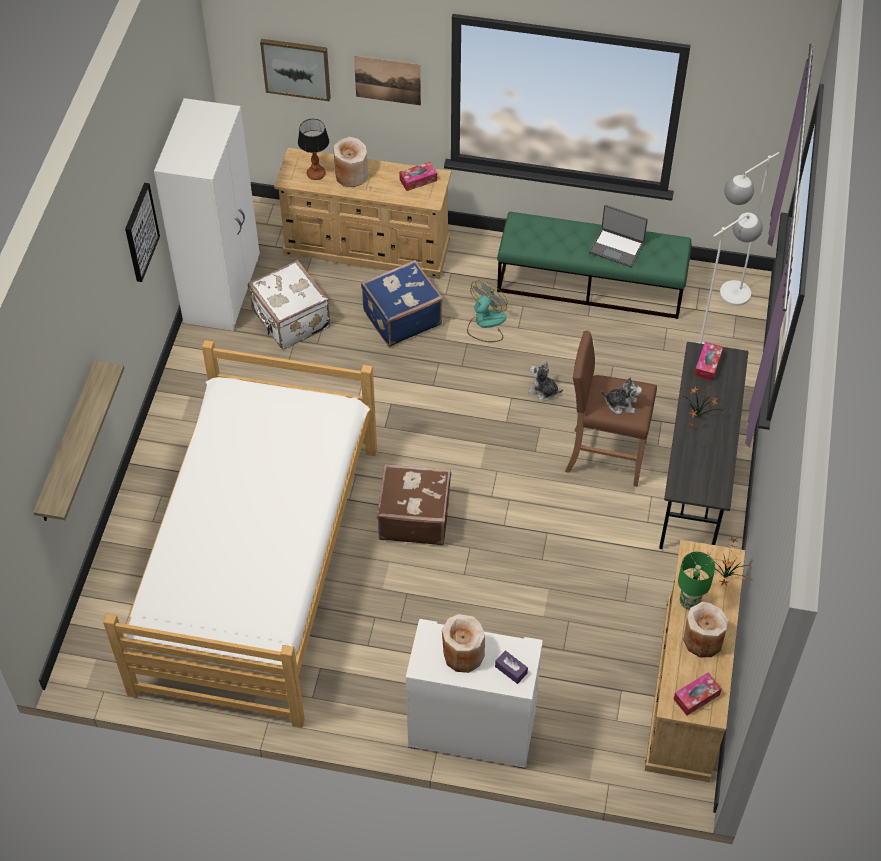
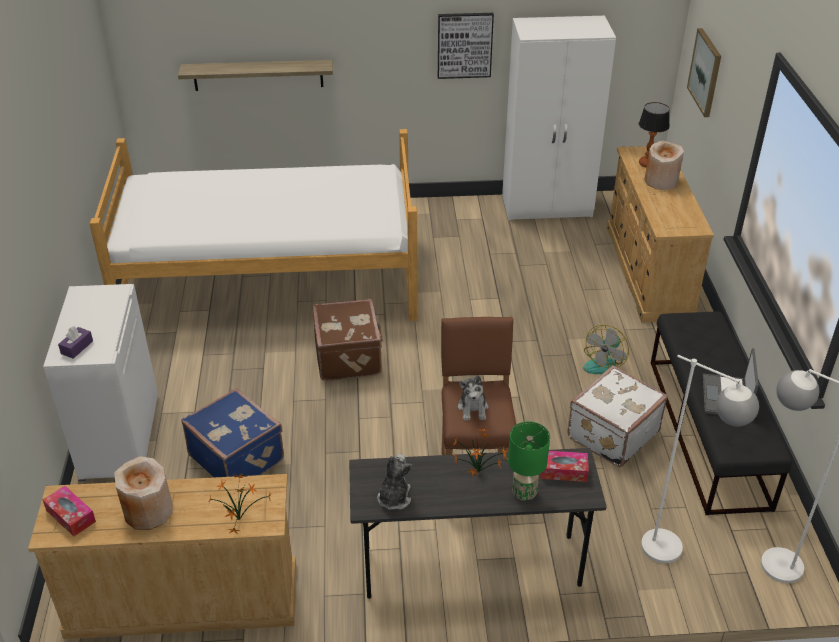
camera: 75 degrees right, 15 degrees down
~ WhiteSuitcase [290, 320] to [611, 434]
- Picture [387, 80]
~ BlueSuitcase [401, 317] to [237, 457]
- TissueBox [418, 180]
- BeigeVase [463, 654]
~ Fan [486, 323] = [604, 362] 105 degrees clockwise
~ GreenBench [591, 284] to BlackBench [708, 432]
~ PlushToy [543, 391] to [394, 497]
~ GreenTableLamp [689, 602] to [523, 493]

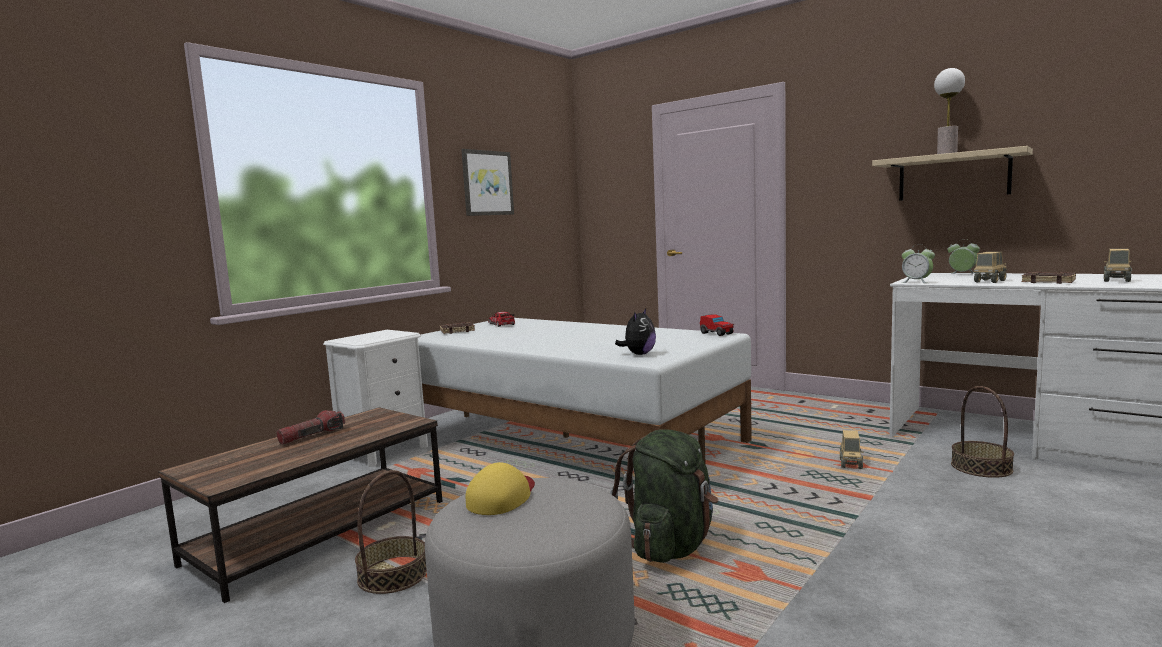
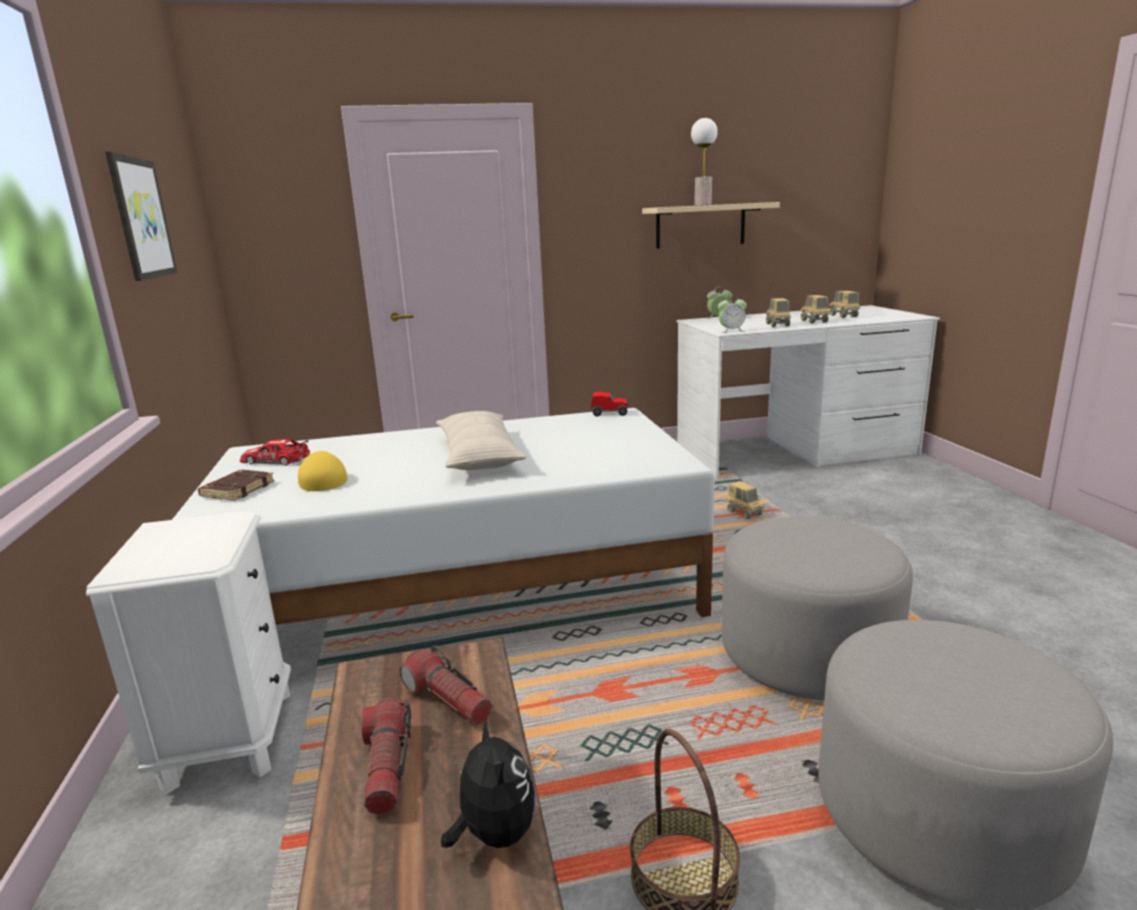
camera: 50 degrees left, 10 degrees up
~ YellowCap [502, 497] to [322, 479]
~ GreenBackpack [670, 546] to GreyOttoman [807, 653]
~ PlushToy [638, 354] to [494, 833]
- Basket [981, 467]
~ BrownBook [1049, 282] to ToyTruck [814, 321]
+ Flashlight [447, 699]
+ BeigePillow [478, 455]

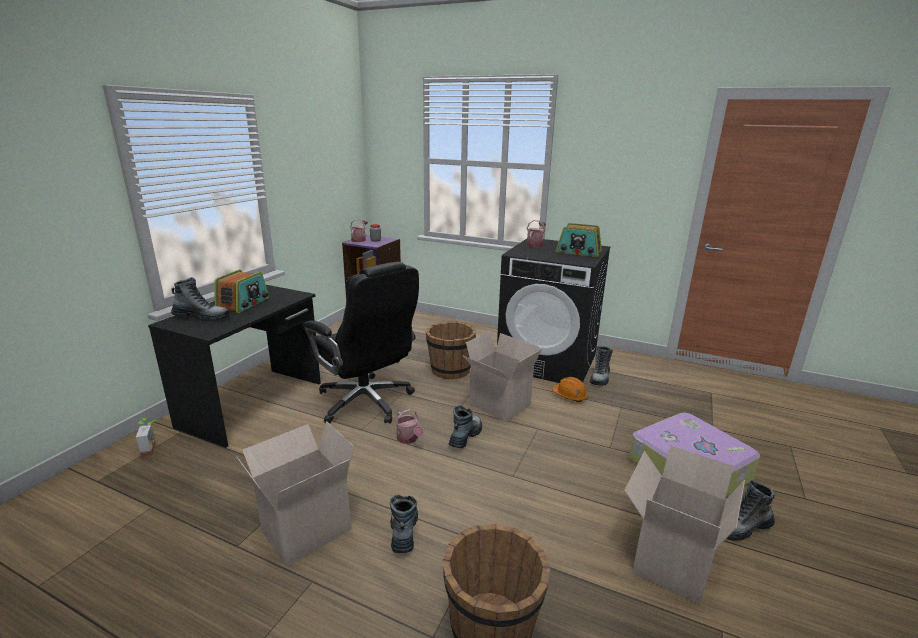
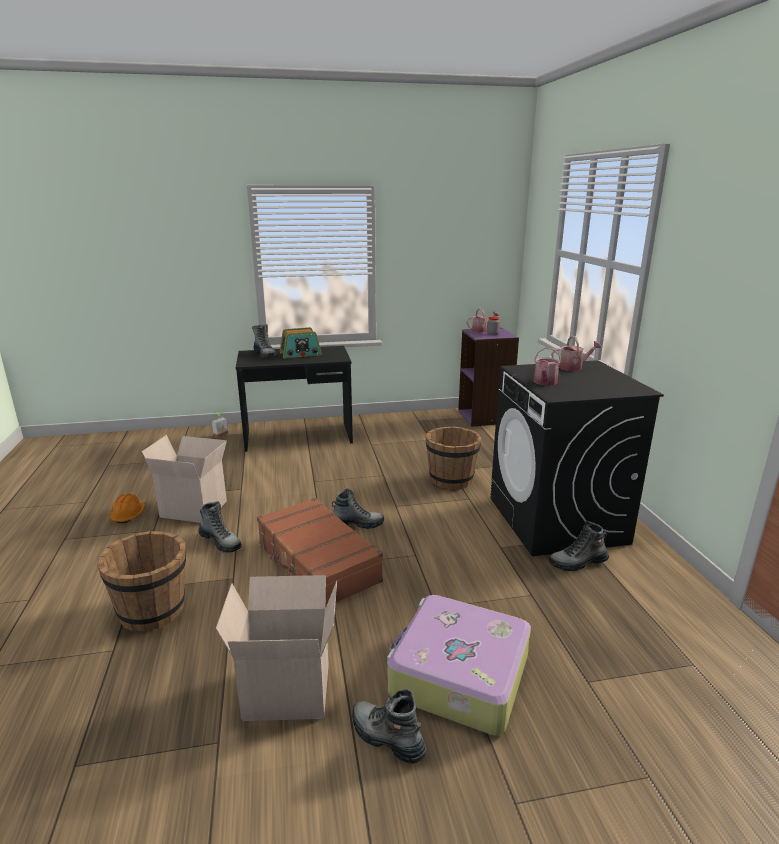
camera: 55 degrees right, 0 degrees up
- BlackOfficeChair [366, 402]
~ Boot [404, 529] = [221, 542] 75 degrees clockwise
~ WateringCan [409, 439] to [544, 383]
- CardboardBox [498, 405]
~ OrangeHardHat [569, 396] to [128, 515]
- Radio [578, 252]
+ BrownSuitcase [317, 563]

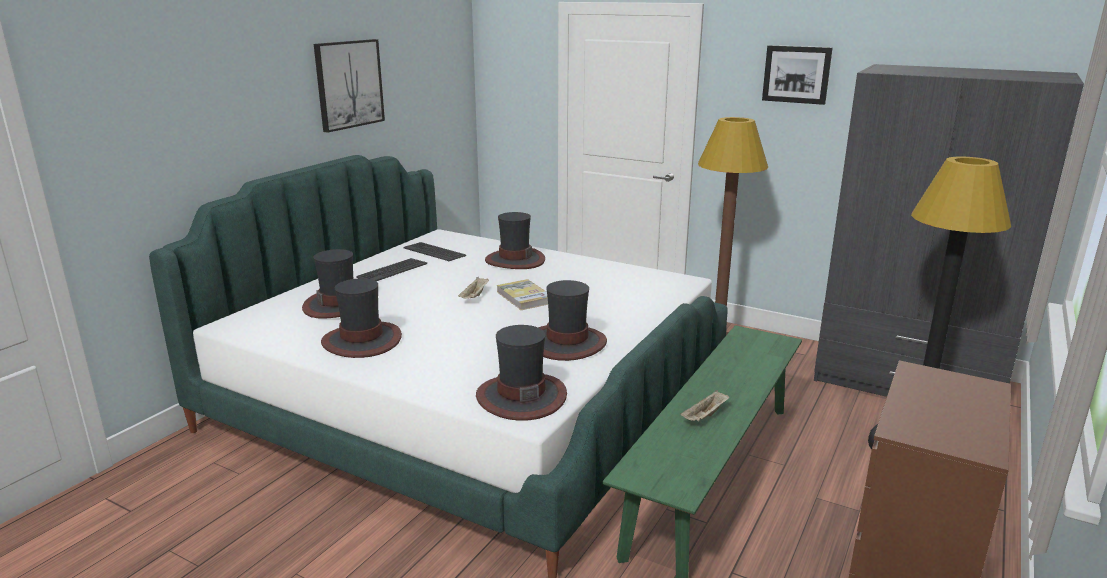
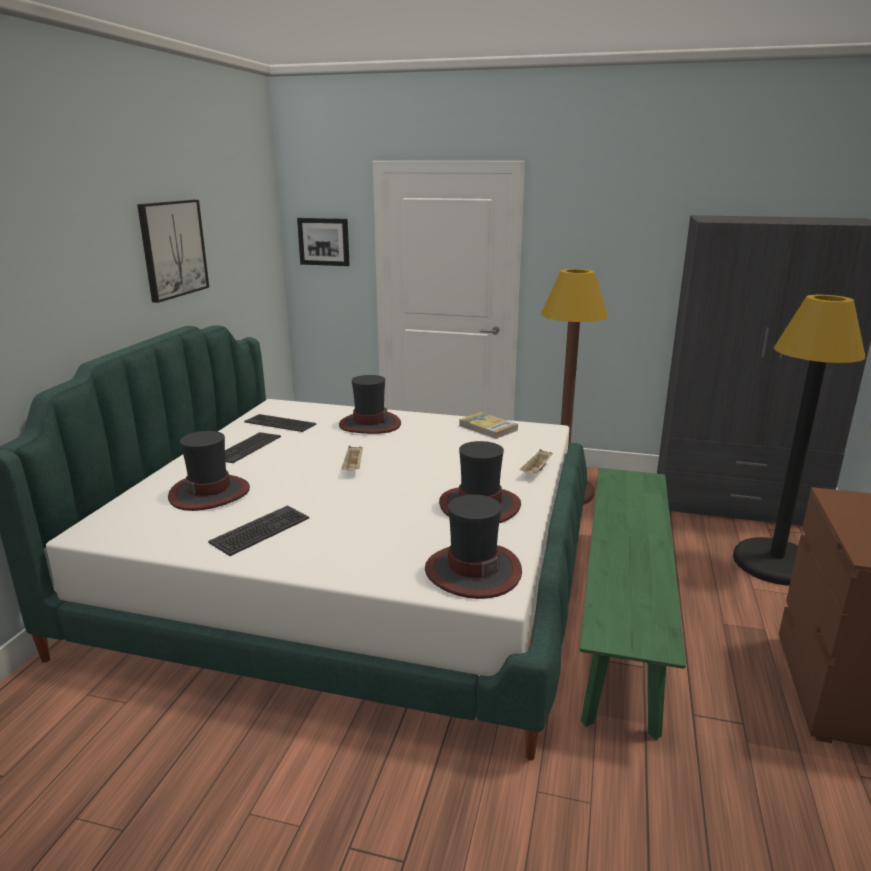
camera: 15 degrees left, 0 degrees up
~ Hat [362, 341] to Keyboard [261, 531]
~ Book [524, 297] to [488, 428]
~ BeigeTray [705, 416] to [536, 471]
~ Picture [796, 74] to [324, 241]

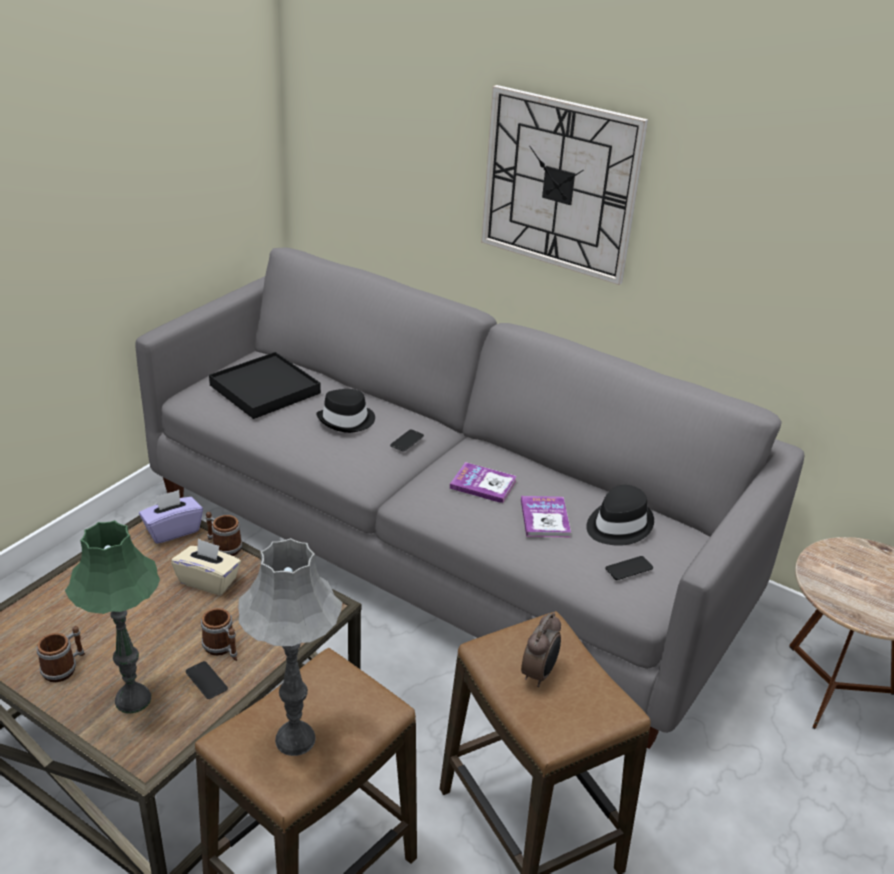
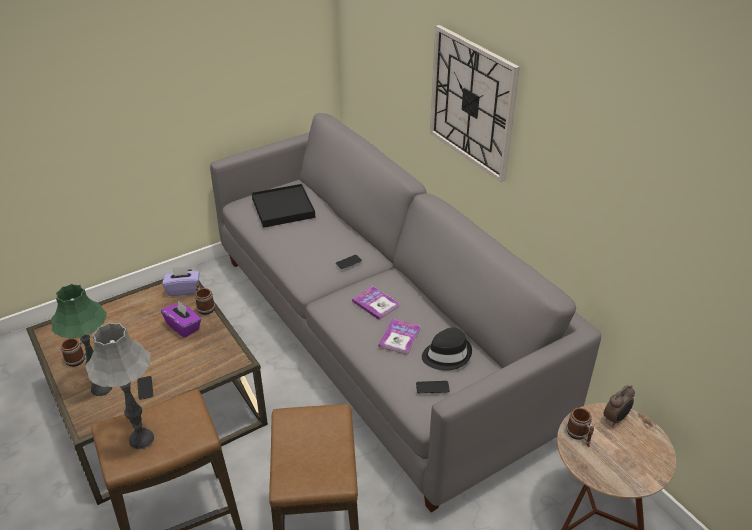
camera: 25 degrees right, 5 degrees up
~ BeigeTissueBox [208, 581] to PurpleTissueBox [183, 327]
~ Mug [222, 649] to [579, 435]
- BlackHat [347, 420]
~ AlarmClock [539, 674] to [615, 419]

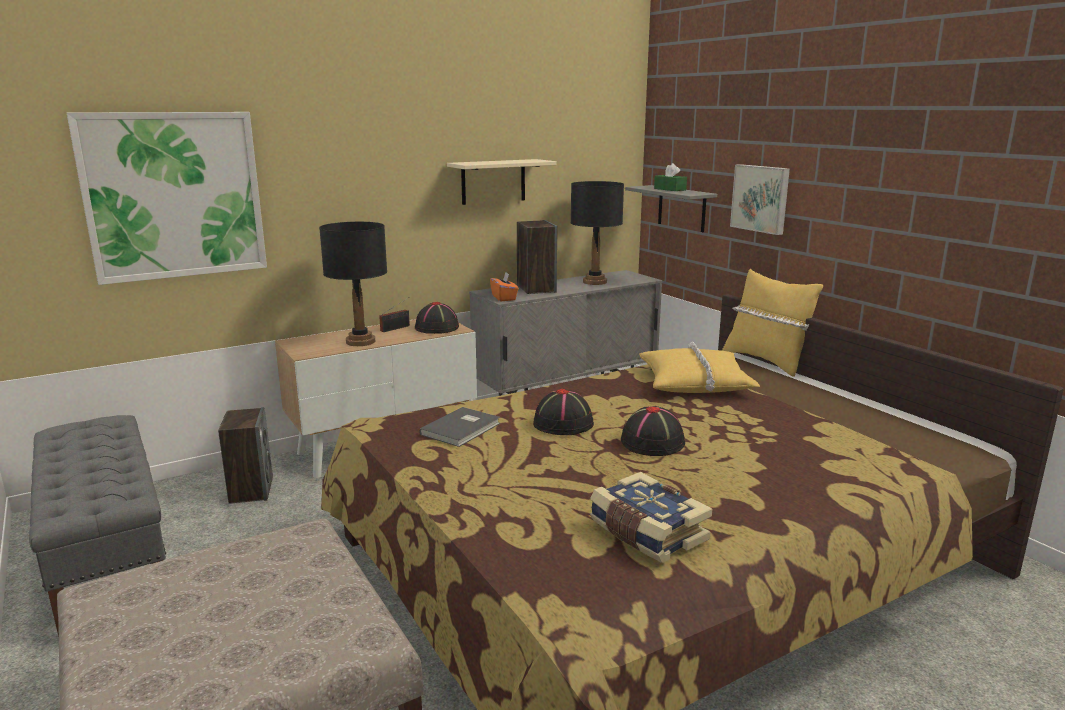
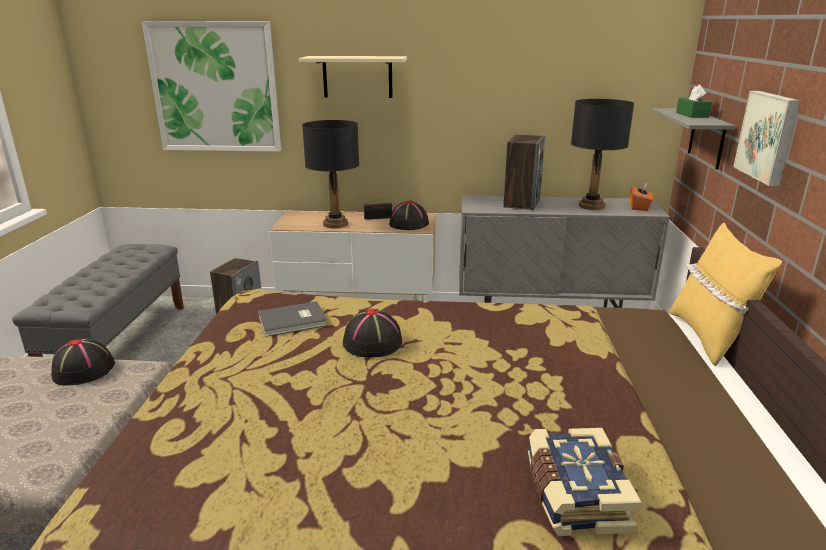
camera: 35 degrees right, 5 degrees up
~ BeigeShelf [493, 181] to [357, 77]
~ OrangeTissueBox [504, 298] to [639, 207]
~ Book [646, 533] to [574, 495]
~ BlackHat [653, 442] to [84, 370]
- YellowPillow [695, 382]

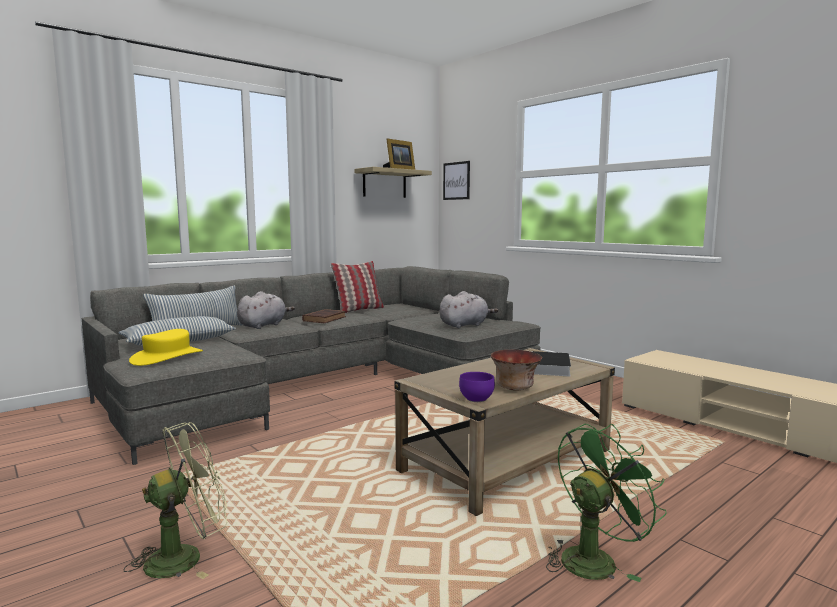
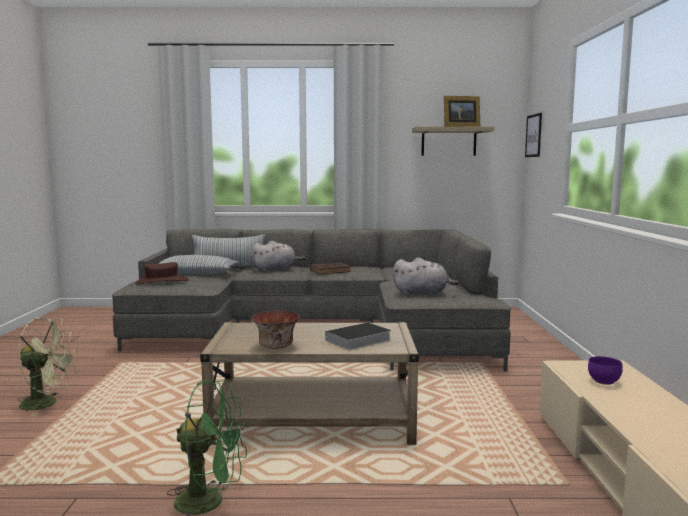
camera: 40 degrees right, 0 degrees up
~ YellowHat [167, 357] to BrownHat [162, 281]
- Pillow [358, 310]
~ PurpleBowl [477, 399] to [605, 382]

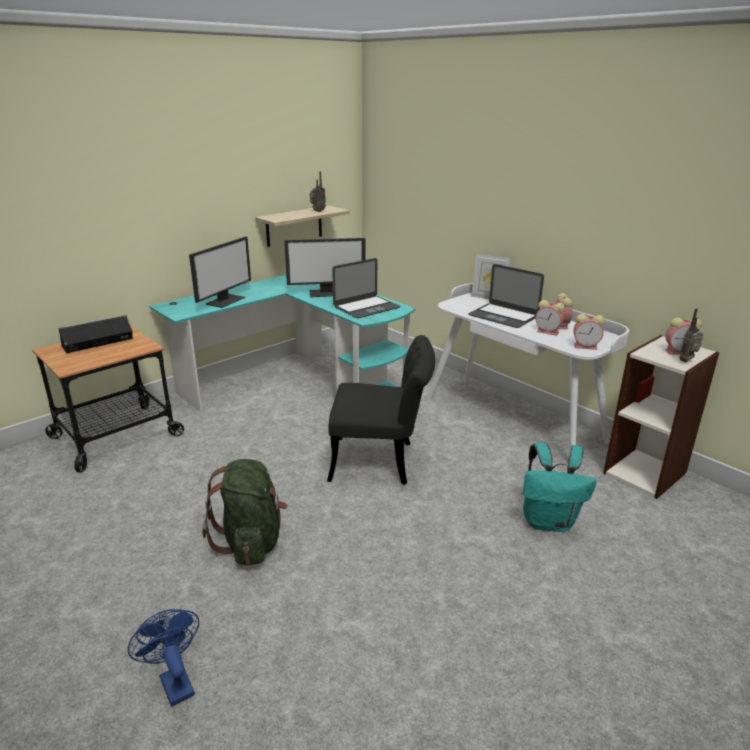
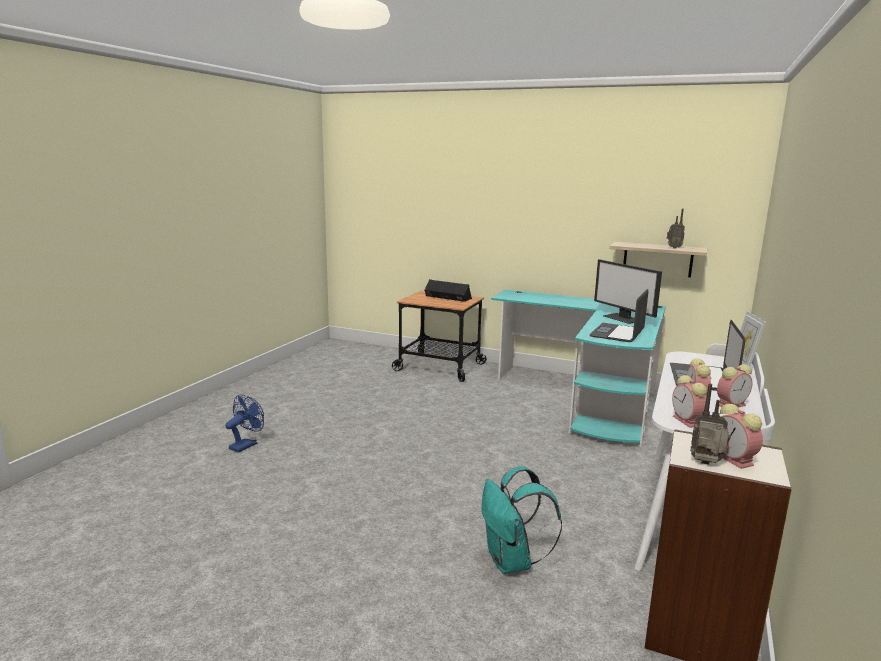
camera: 65 degrees right, 10 degrees down
- Monitor [225, 300]
- GreenBackpack [251, 542]
- BlackChair [382, 462]
~ Laptop [366, 307] = [617, 333] 90 degrees clockwise

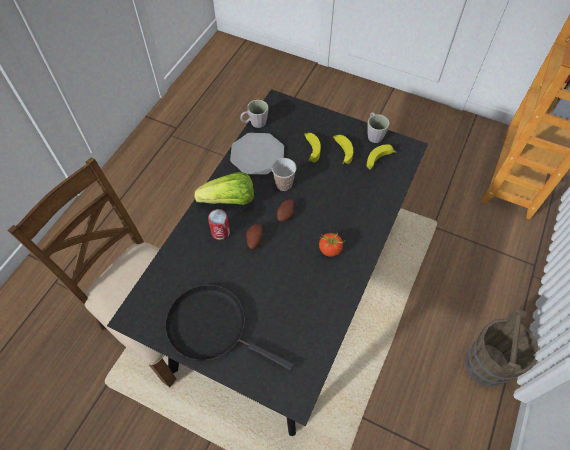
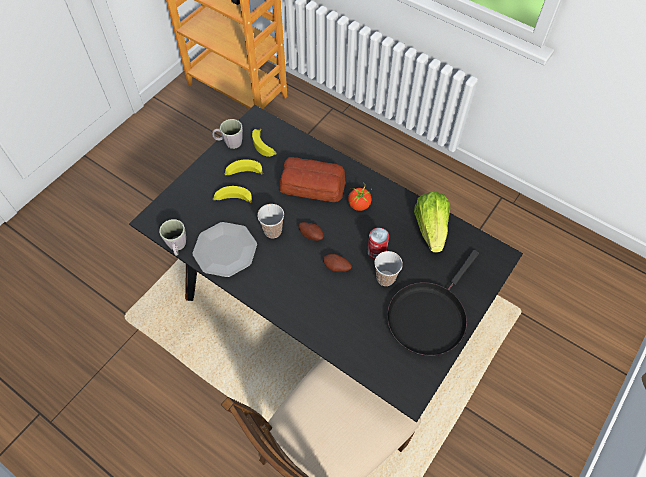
camera: 80 degrees left, 0 degrees up
~ Lettuce [229, 200] to [431, 228]
~ Can [220, 232] to [376, 251]
- BrownBucket [486, 364]
+ Bread [311, 185]
+ Cup [385, 278]

